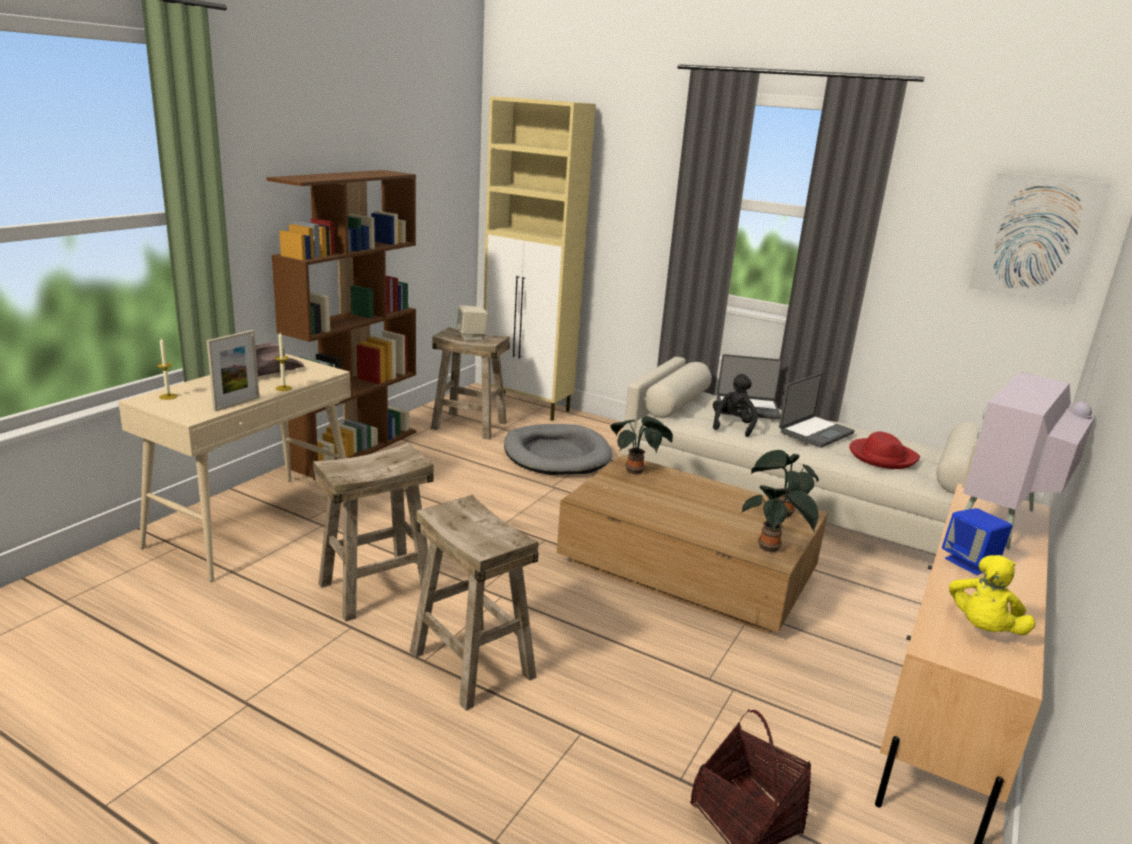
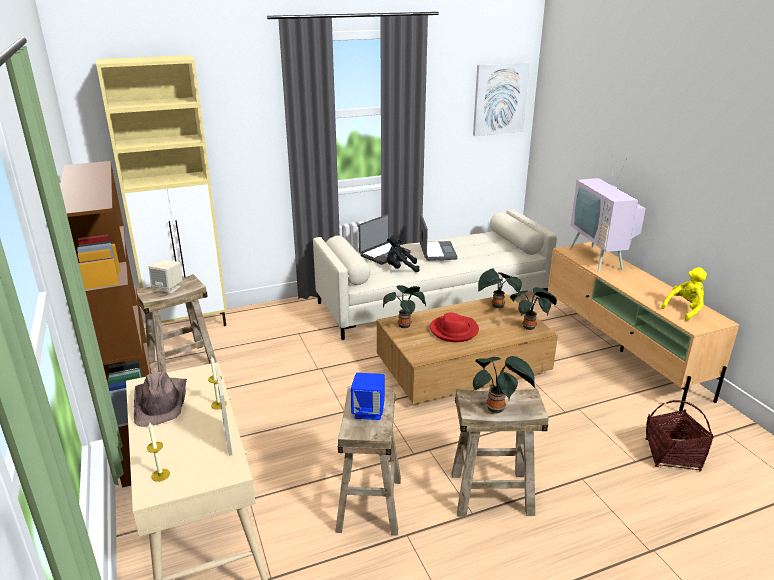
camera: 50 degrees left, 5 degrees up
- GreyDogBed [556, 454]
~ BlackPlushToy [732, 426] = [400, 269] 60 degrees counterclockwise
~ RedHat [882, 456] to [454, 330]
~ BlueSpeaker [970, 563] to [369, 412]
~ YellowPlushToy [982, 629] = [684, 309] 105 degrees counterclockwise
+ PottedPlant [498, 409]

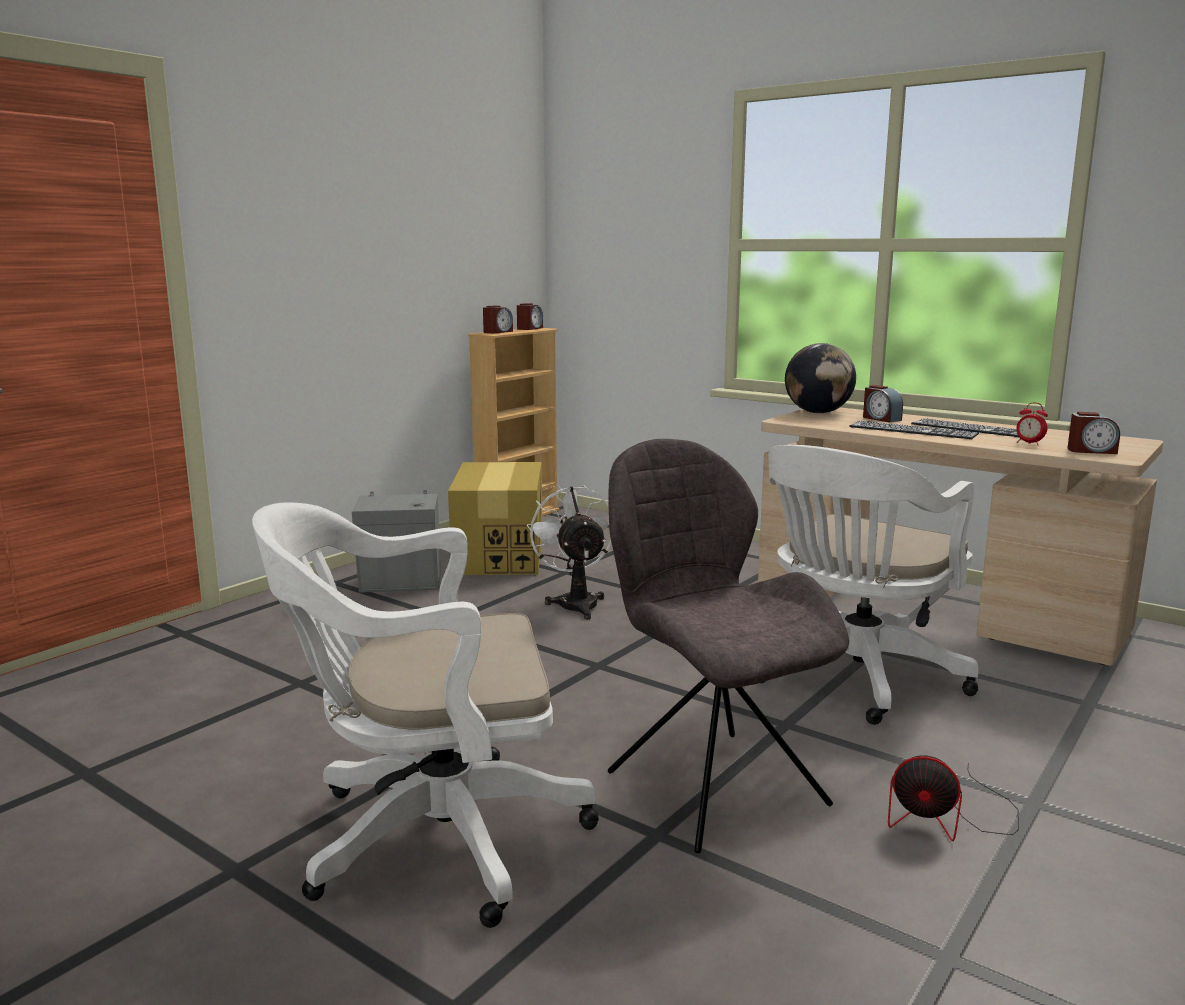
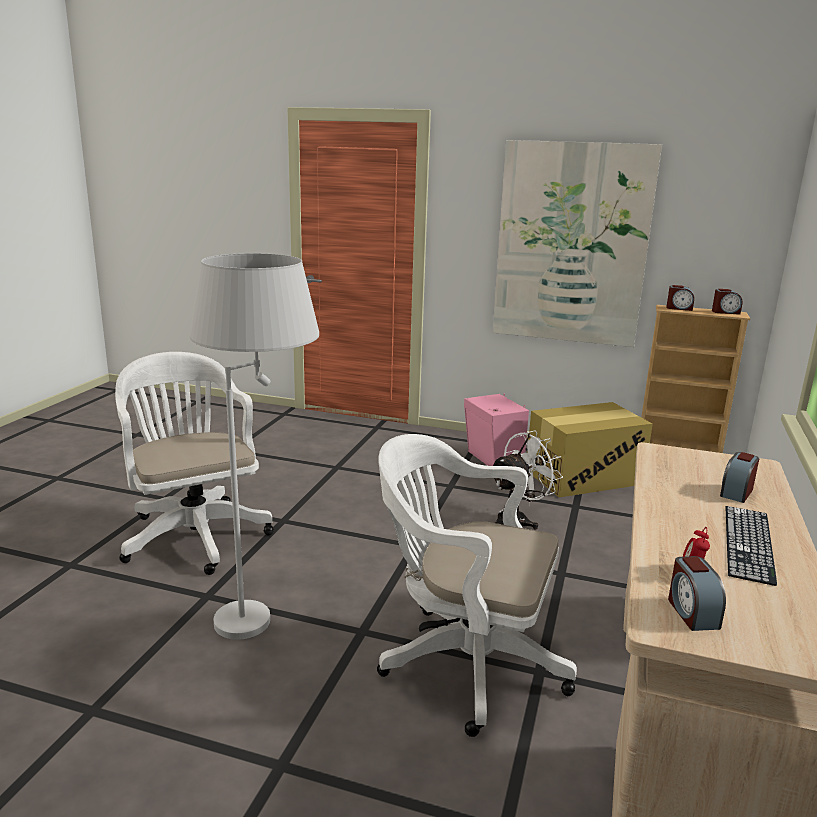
camera: 70 degrees right, 5 degrees up
~ GreySpeaker [402, 584] to PinkSpeaker [493, 459]
~ GreyChair [711, 784] to WhiteFloorLamp [267, 608]
- Globe [818, 412]
- Keyboard [913, 430]
- Fan [947, 818]
+ Picture [571, 244]

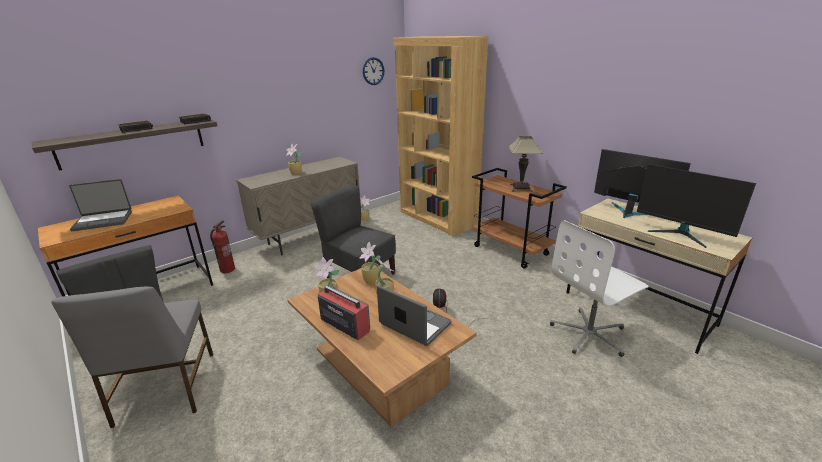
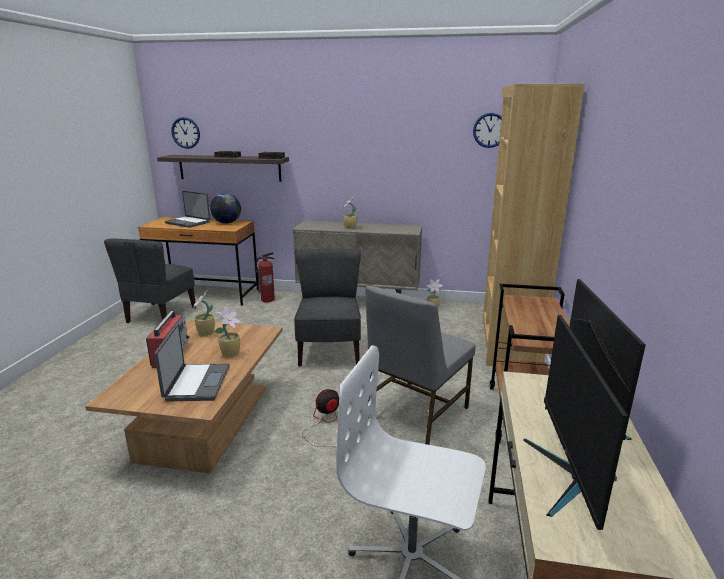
camera: 50 degrees right, 5 degrees down
~ GreyChair [165, 389] to [415, 413]
- PottedPlant [371, 281]
- TableLamp [521, 188]
+ WallClock [185, 133]
+ Globe [227, 223]

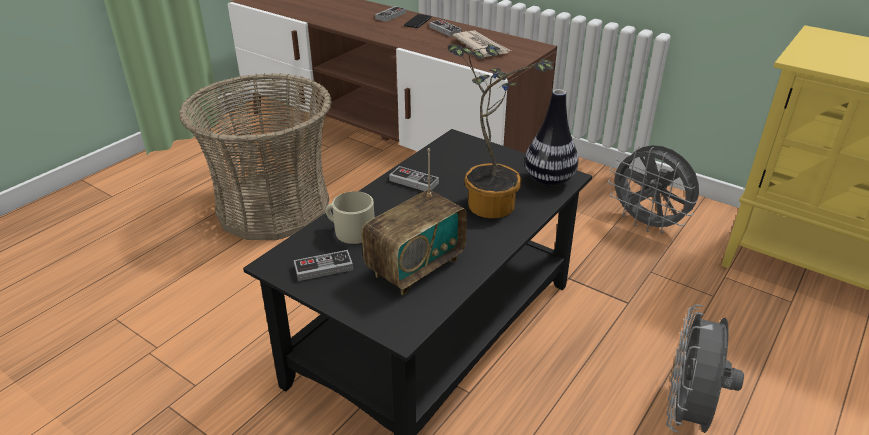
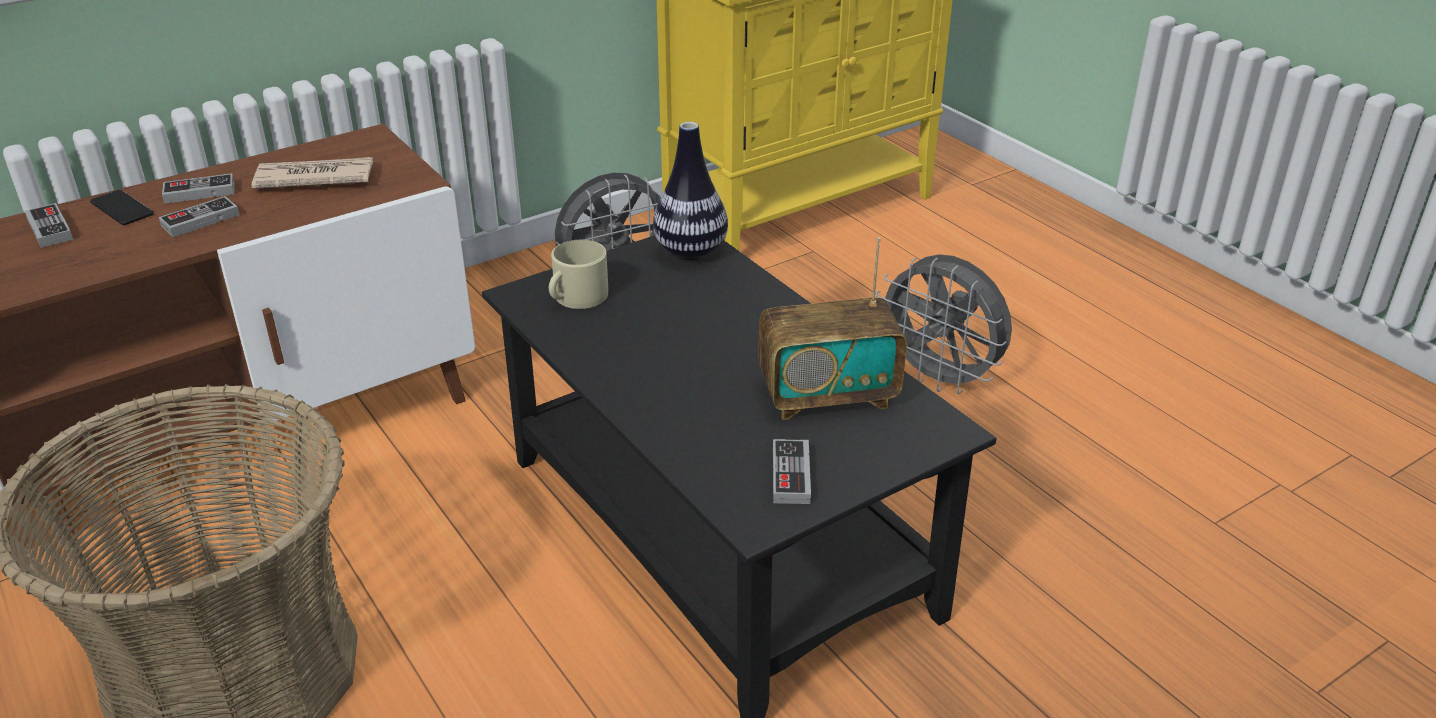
camera: 70 degrees left, 0 degrees up
~ BeigeMug [350, 230] to [576, 297]
~ Radio [415, 267] = [827, 396] 105 degrees clockwise
~ GameController [414, 182] to [200, 220]
- PottedPlant [490, 201]

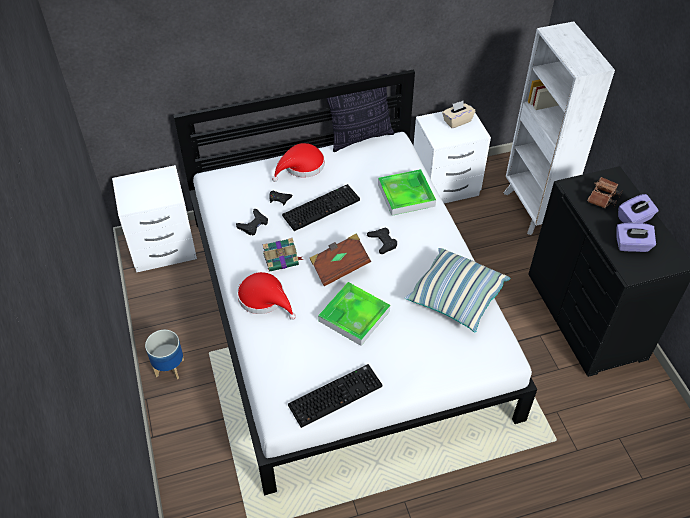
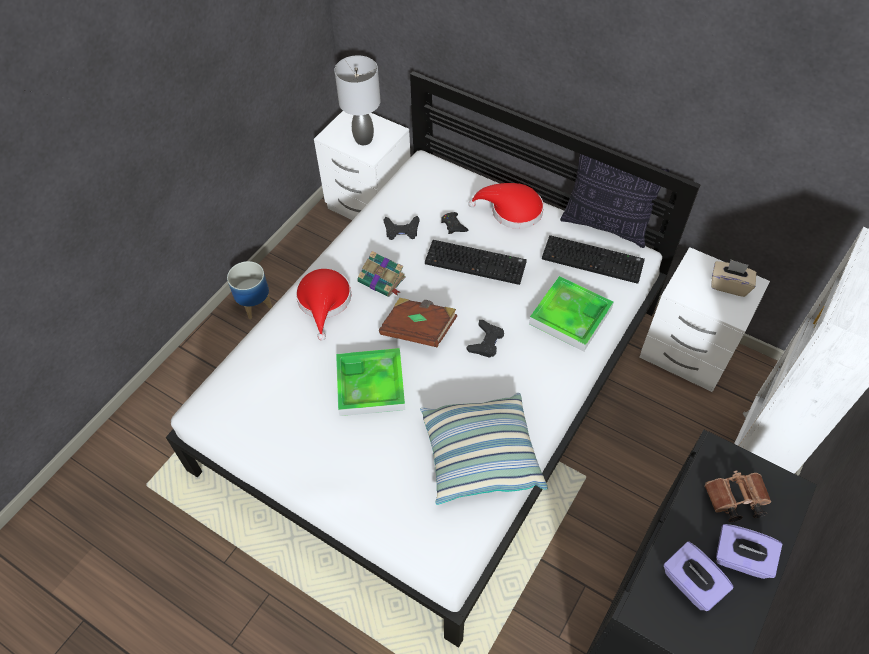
camera: 50 degrees right, 5 degrees up
~ Keyboard [335, 394] to [594, 259]
+ GreyTableLamp [364, 139]

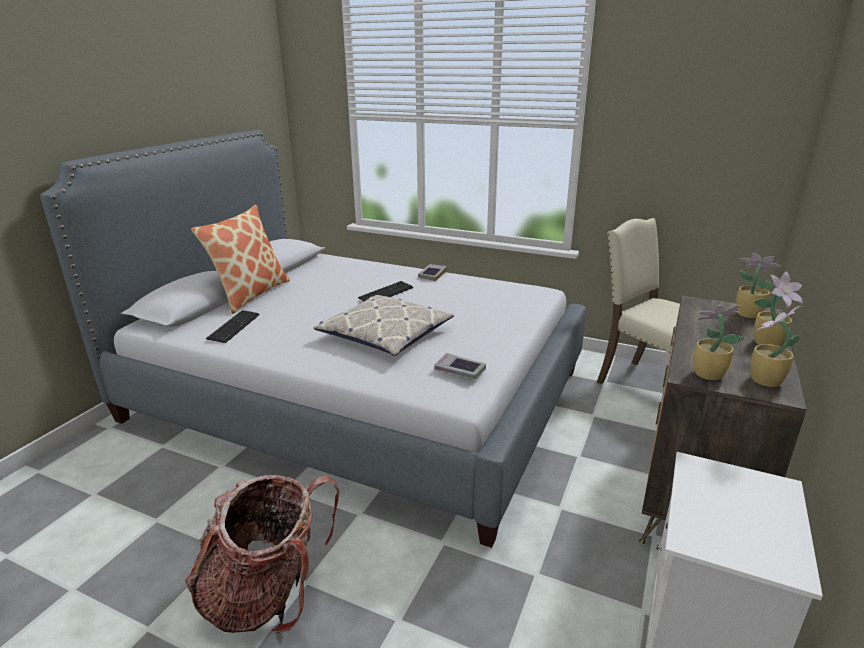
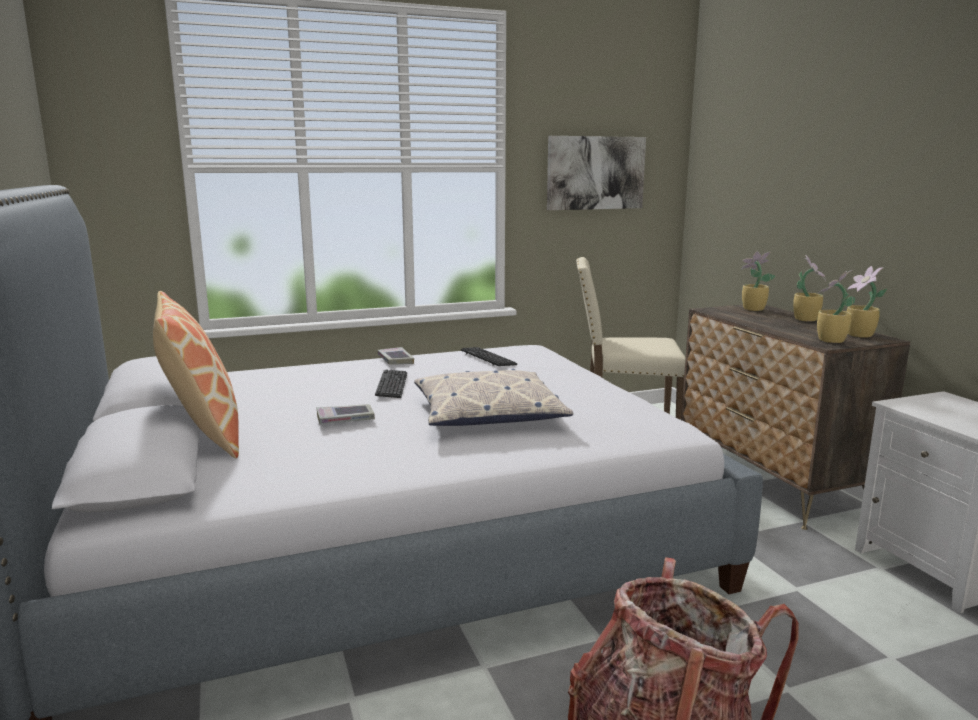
camera: 45 degrees left, 10 degrees down
~ Keyboard [234, 327] to [488, 358]
~ Book [459, 370] to [345, 419]
+ Picture [595, 173]

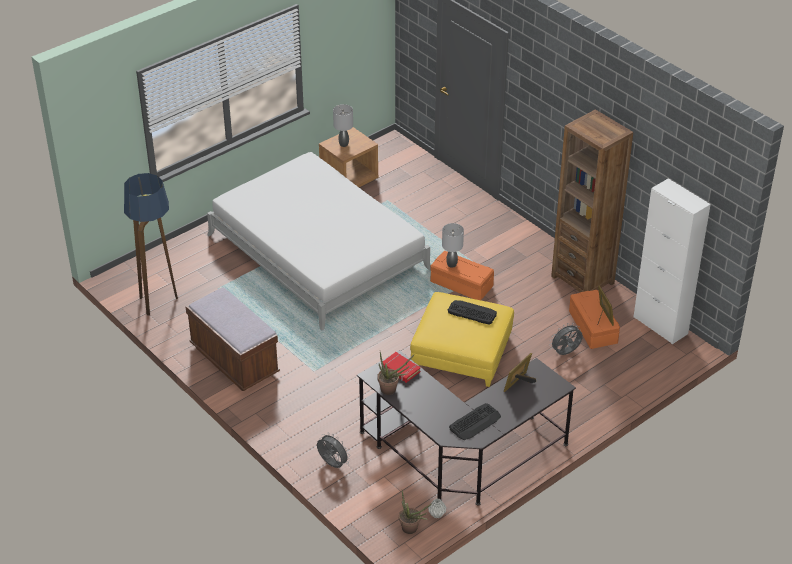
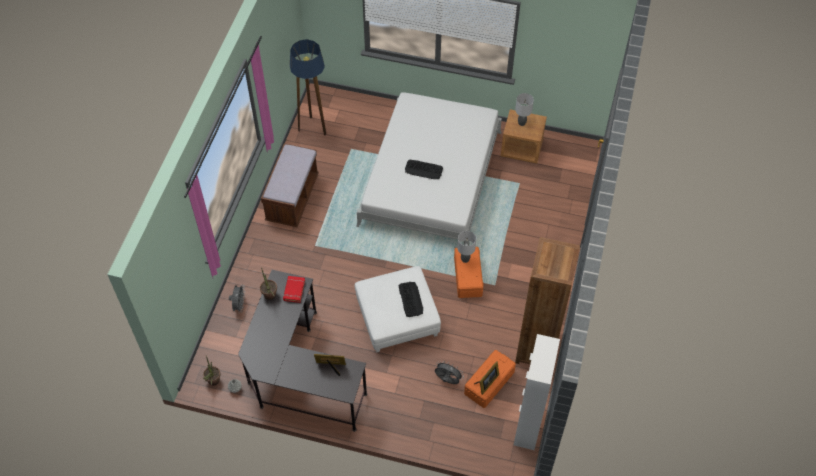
camera: 55 degrees right, 15 degrees up
~ YellowOttoman [461, 352] to WhiteOttoman [397, 316]
~ Keyboard [475, 422] to [423, 170]

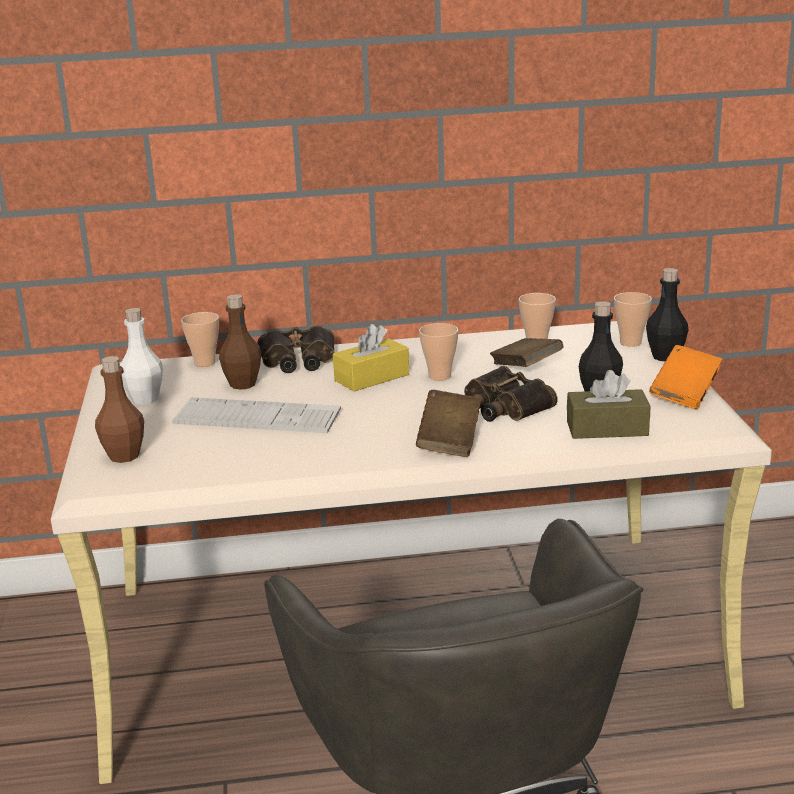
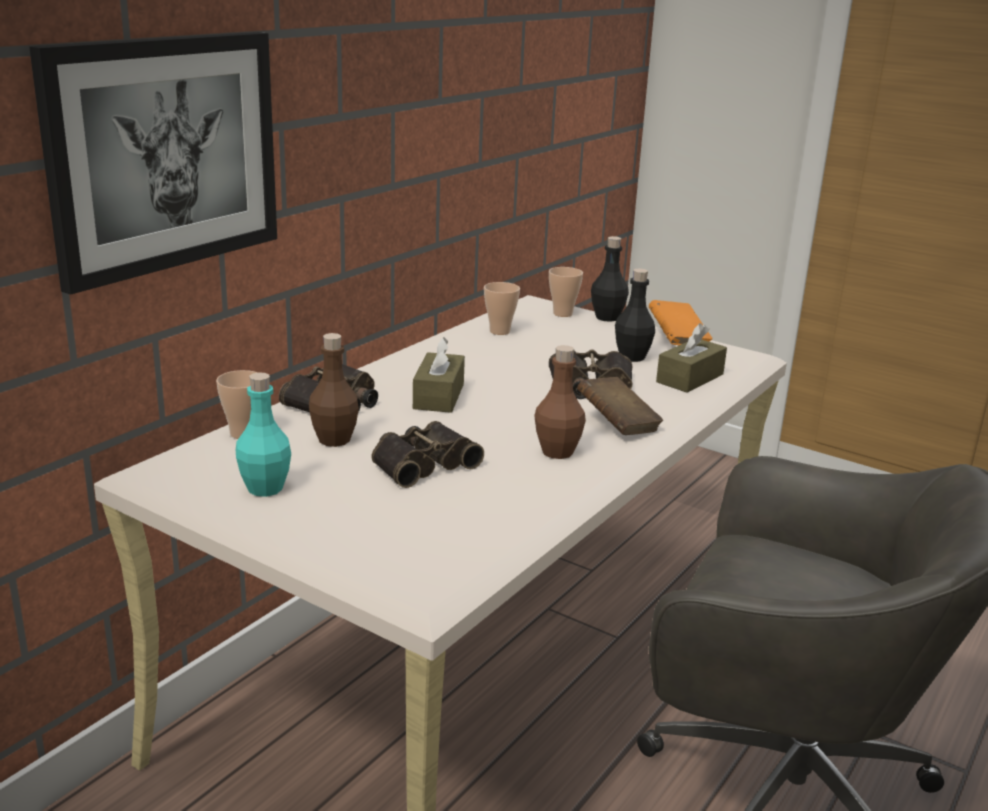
camera: 50 degrees left, 0 degrees up
~ BrownBottle [124, 456] to [557, 452]
~ WhiteBottle [145, 399] to TurquoiseBottle [265, 488]
~ Keyboard [257, 417] to Binoculars [421, 463]
~ YellowTissueBox [372, 377] to BrownTissueBox [438, 396]
- Cup [439, 376]
- BrownBook [525, 368]
+ Picture [164, 154]

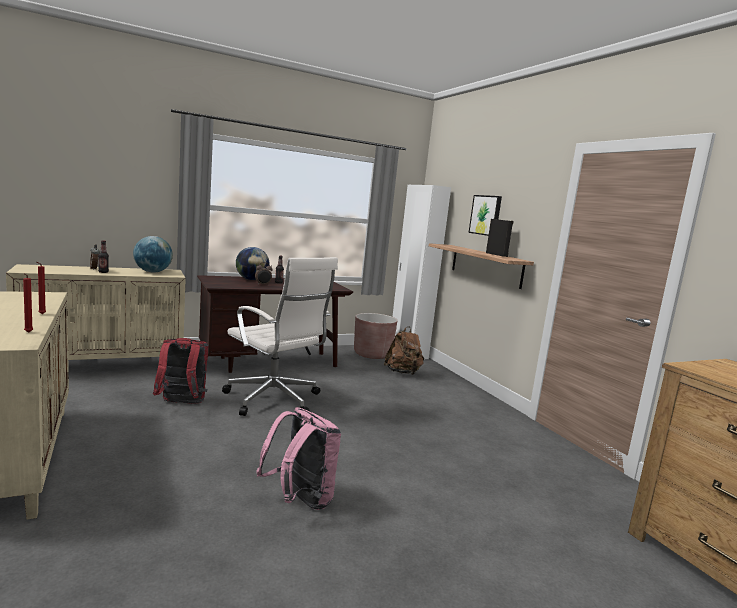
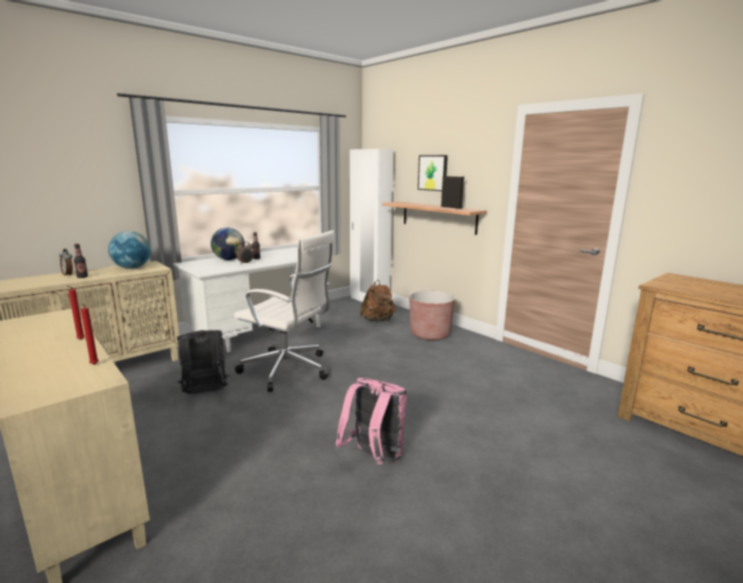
camera: 15 degrees left, 5 degrees up
~ RedBackpack [181, 404] to BlackBackpack [205, 393]
~ BrownDesk [270, 362] to WhiteDesk [258, 334]
~ BrownPlanter [372, 354] to [430, 334]

